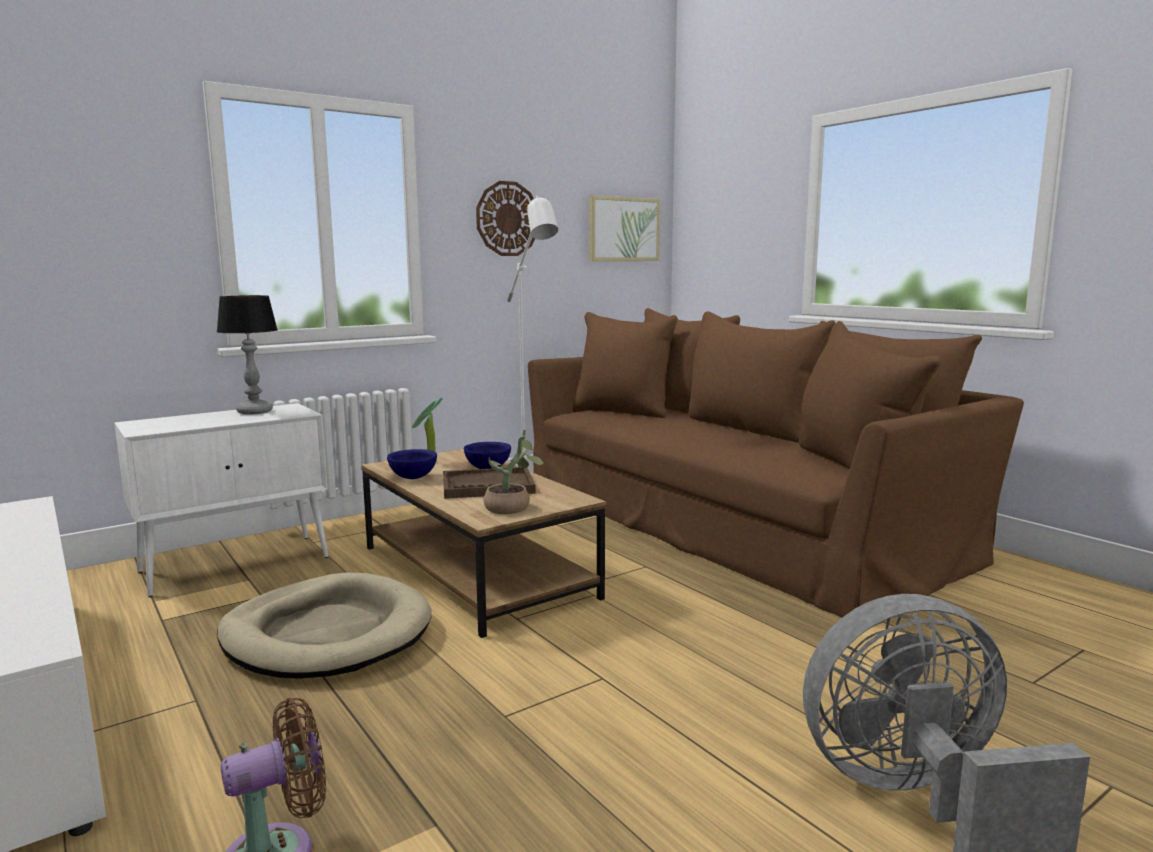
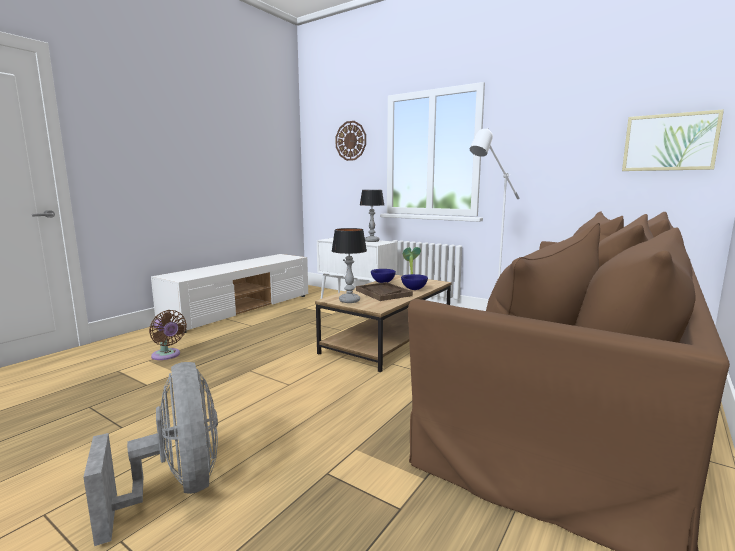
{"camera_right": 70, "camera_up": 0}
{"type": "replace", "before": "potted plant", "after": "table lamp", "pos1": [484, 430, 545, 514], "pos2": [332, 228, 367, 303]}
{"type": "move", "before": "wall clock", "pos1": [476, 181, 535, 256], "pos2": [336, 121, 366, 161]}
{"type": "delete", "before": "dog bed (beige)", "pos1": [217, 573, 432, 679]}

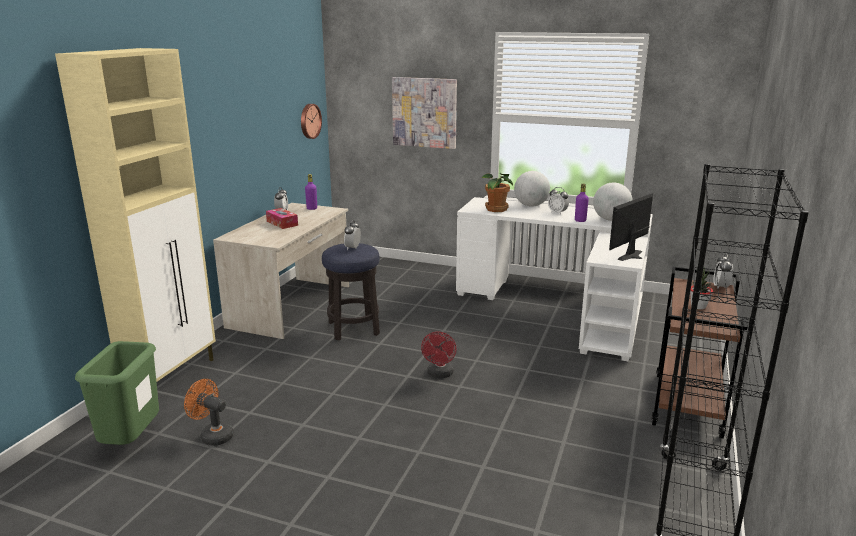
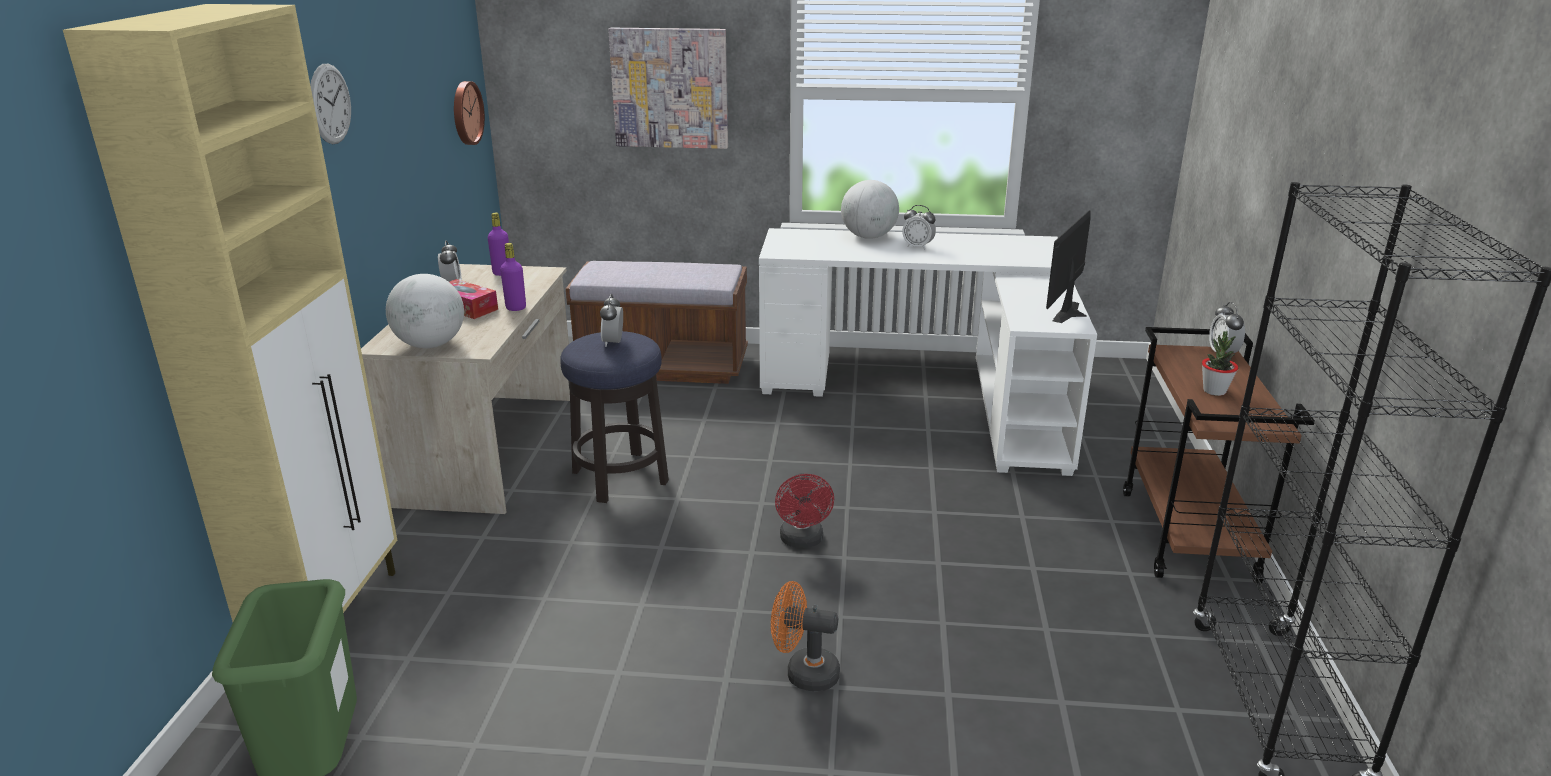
{"camera_right": -15, "camera_up": 5}
{"type": "insert", "after": "wall clock", "pos2": [310, 64, 351, 144]}
{"type": "move", "before": "globe", "pos1": [593, 183, 633, 221], "pos2": [386, 274, 464, 348]}
{"type": "move", "before": "bottle (purple)", "pos1": [575, 184, 589, 222], "pos2": [500, 243, 526, 311]}
{"type": "insert", "after": "bench (brown)", "pos2": [566, 261, 748, 384]}
{"type": "move", "before": "fan (orange)", "pos1": [184, 379, 234, 446], "pos2": [771, 581, 840, 691]}
{"type": "delete", "before": "potted plant", "pos1": [481, 173, 513, 212]}

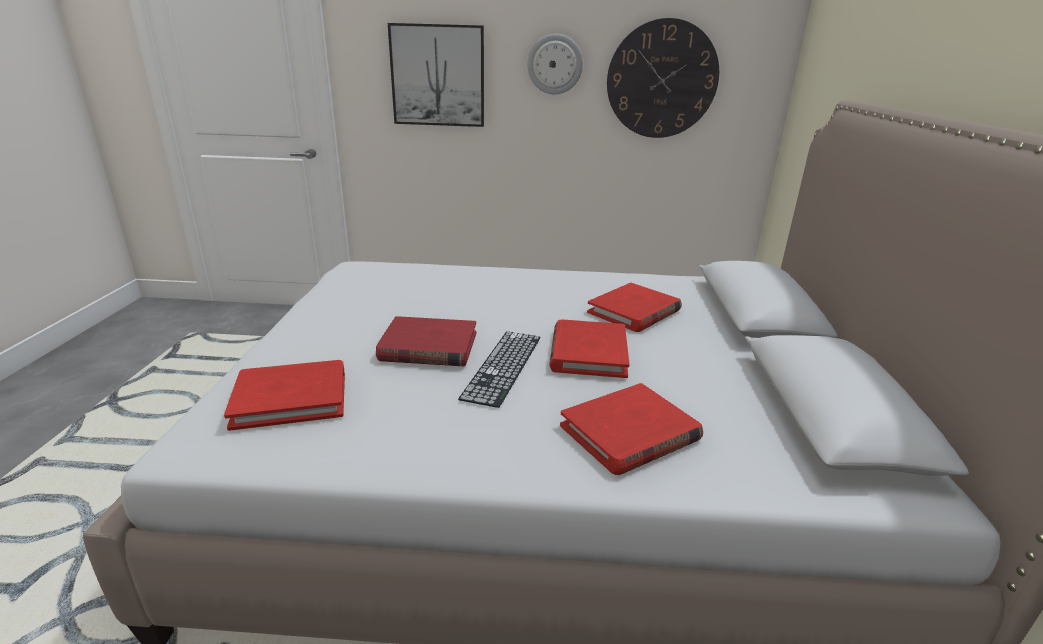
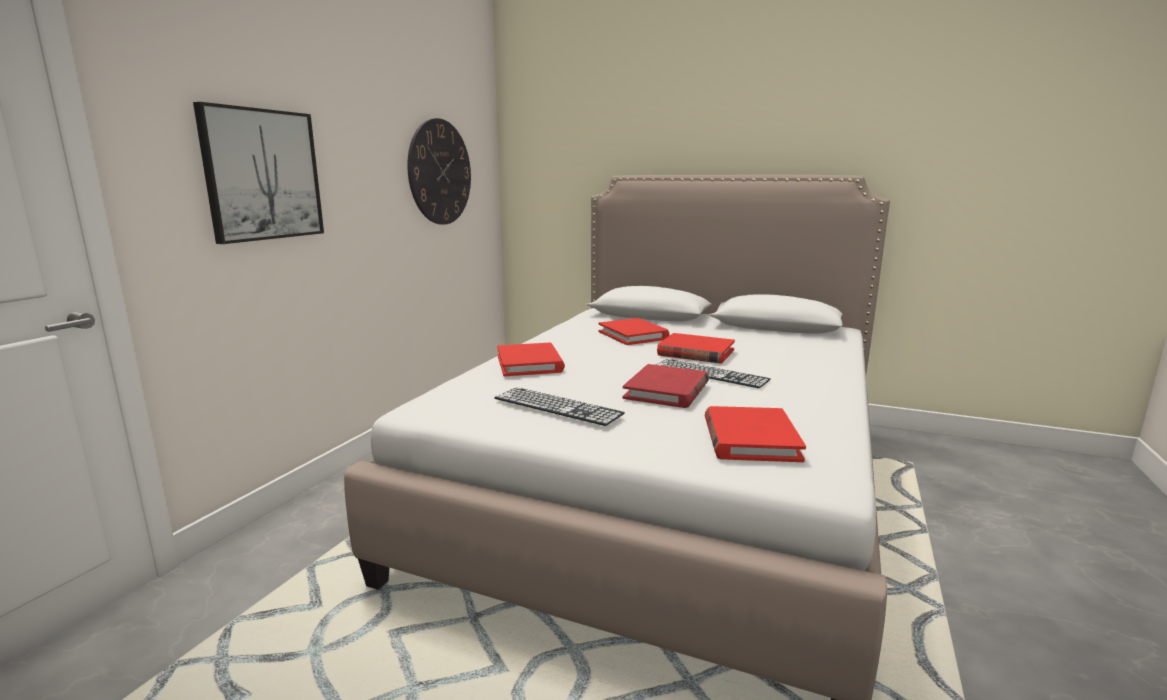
{"camera_right": -70, "camera_up": -10}
{"type": "insert", "after": "keyboard", "pos2": [494, 387, 625, 426]}
{"type": "move", "before": "book (red)", "pos1": [560, 383, 703, 475], "pos2": [497, 343, 565, 376]}
{"type": "delete", "before": "wall clock", "pos1": [527, 34, 583, 94]}

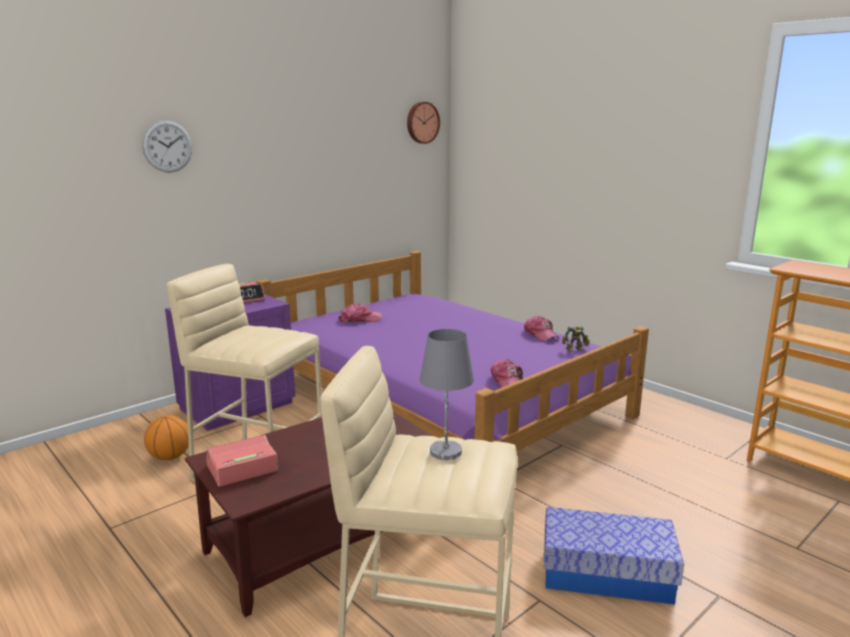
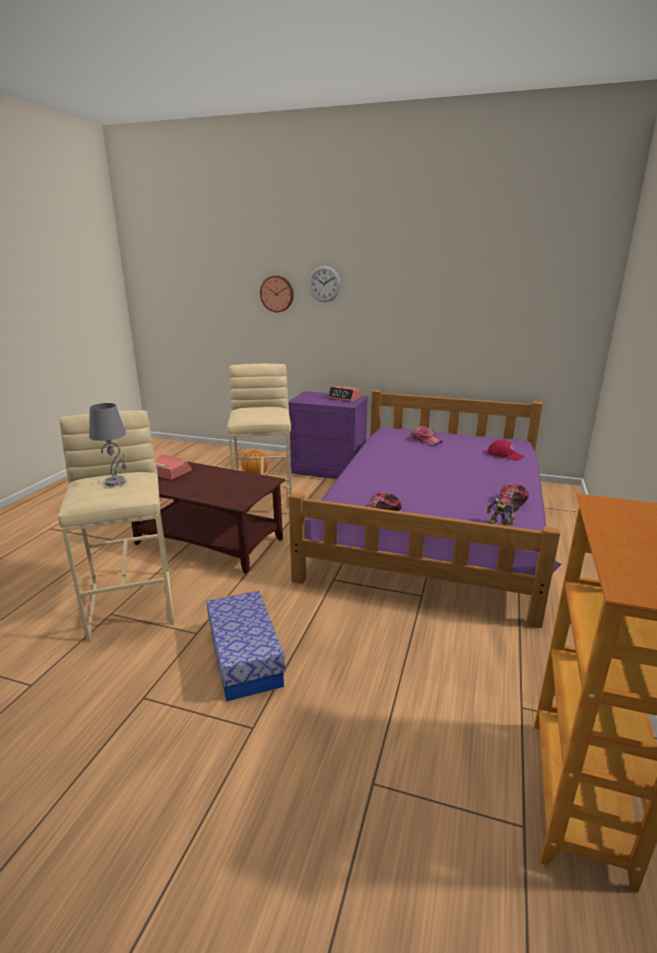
{"camera_right": 60, "camera_up": 5}
{"type": "move", "before": "wall clock", "pos1": [407, 102, 440, 144], "pos2": [260, 276, 294, 312]}
{"type": "insert", "after": "cap (red)", "pos2": [487, 440, 525, 461]}

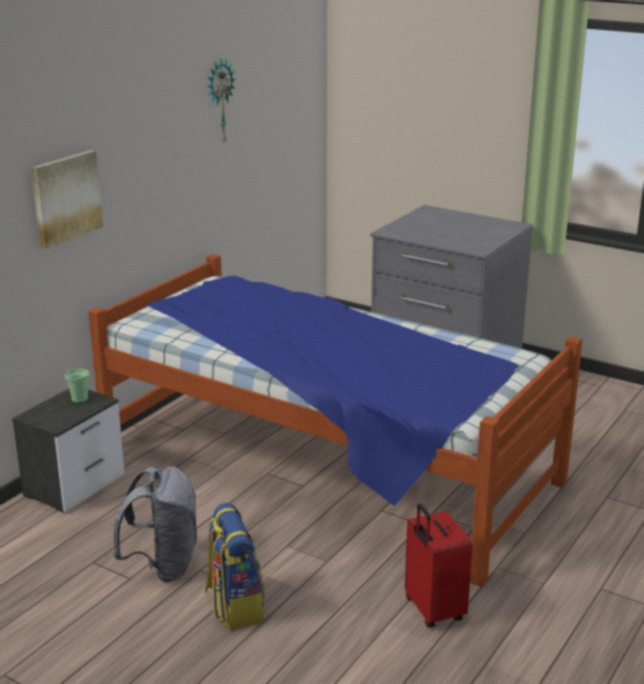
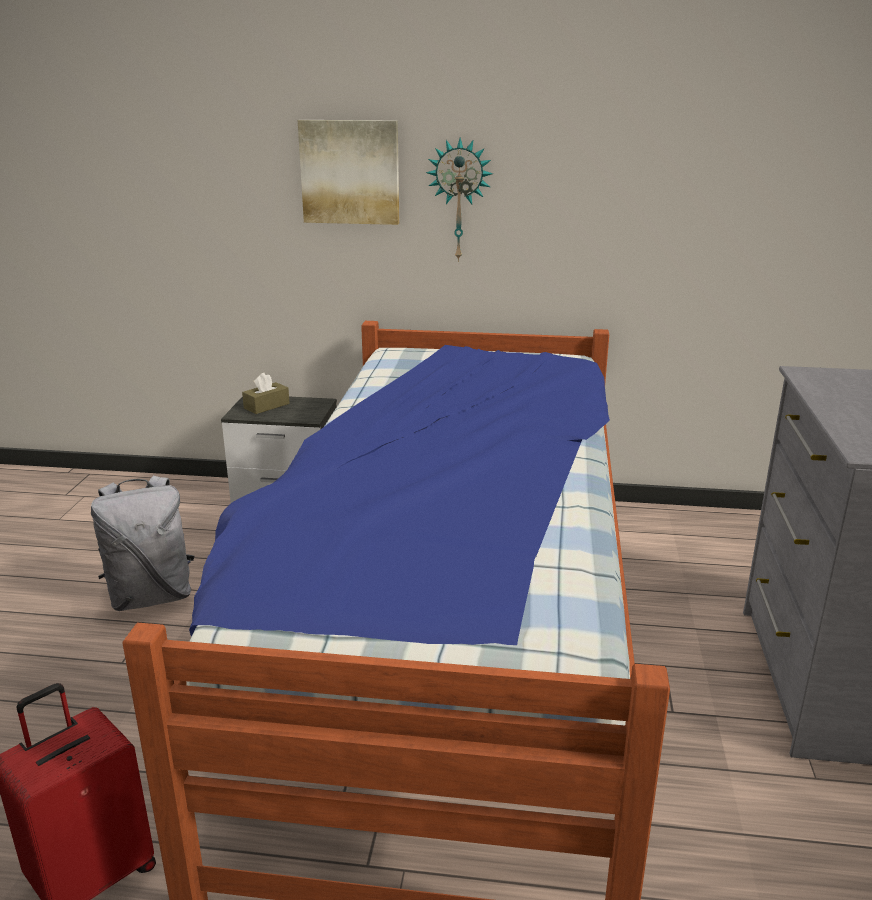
{"camera_right": 65, "camera_up": 0}
{"type": "insert", "after": "tissue box (brown)", "pos2": [242, 373, 290, 414]}
{"type": "move", "before": "wall clock", "pos1": [207, 59, 236, 142], "pos2": [426, 137, 493, 262]}
{"type": "delete", "before": "cup", "pos1": [65, 368, 89, 403]}
{"type": "delete", "before": "backpack", "pos1": [205, 503, 265, 630]}

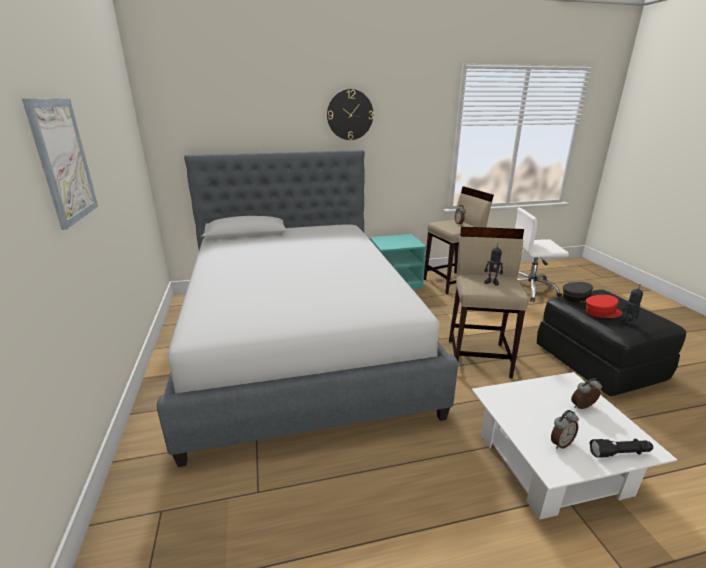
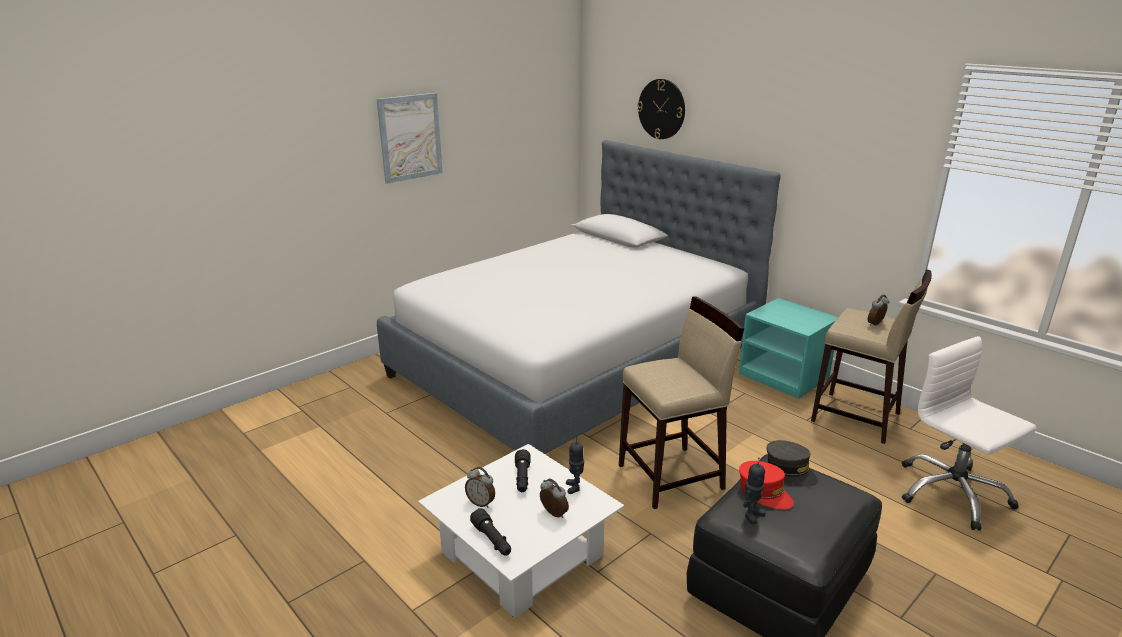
{"camera_right": 60, "camera_up": 0}
{"type": "insert", "after": "flashlight (black)", "pos2": [515, 449, 531, 492]}
{"type": "move", "before": "toy robot", "pos1": [484, 246, 503, 286], "pos2": [566, 436, 584, 494]}
{"type": "move", "before": "wall clock", "pos1": [327, 89, 373, 140], "pos2": [637, 79, 685, 139]}

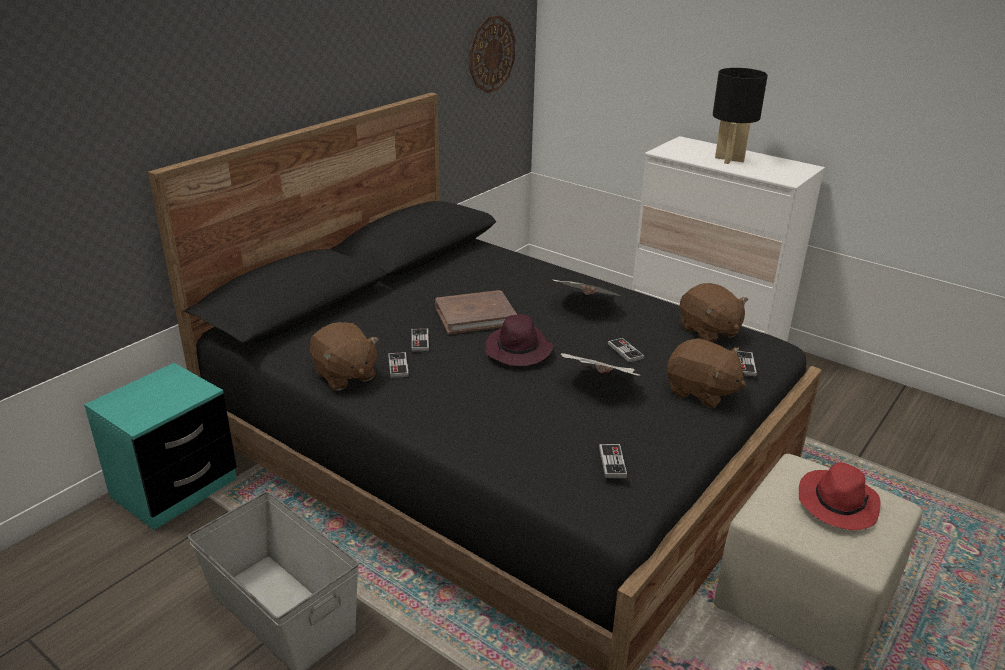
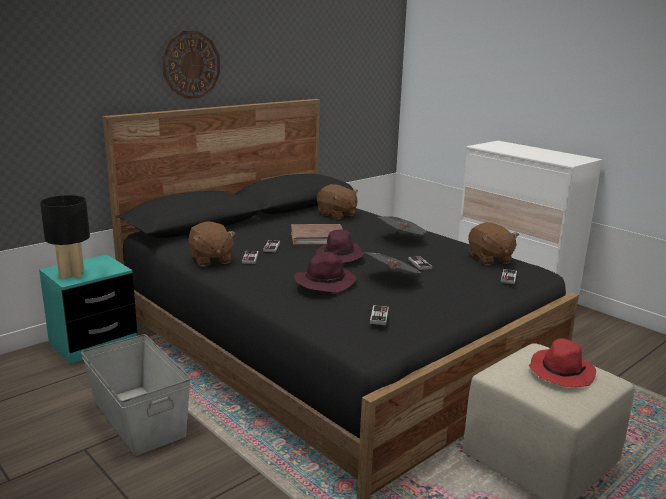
{"camera_right": 10, "camera_up": -10}
{"type": "move", "before": "table lamp (black)", "pos1": [713, 68, 768, 164], "pos2": [40, 195, 90, 279]}
{"type": "move", "before": "wall clock", "pos1": [470, 15, 516, 93], "pos2": [162, 31, 220, 99]}
{"type": "insert", "after": "hat (purple)", "pos2": [294, 252, 356, 293]}
{"type": "move", "before": "plush toy (brown)", "pos1": [667, 338, 746, 408], "pos2": [317, 184, 358, 219]}

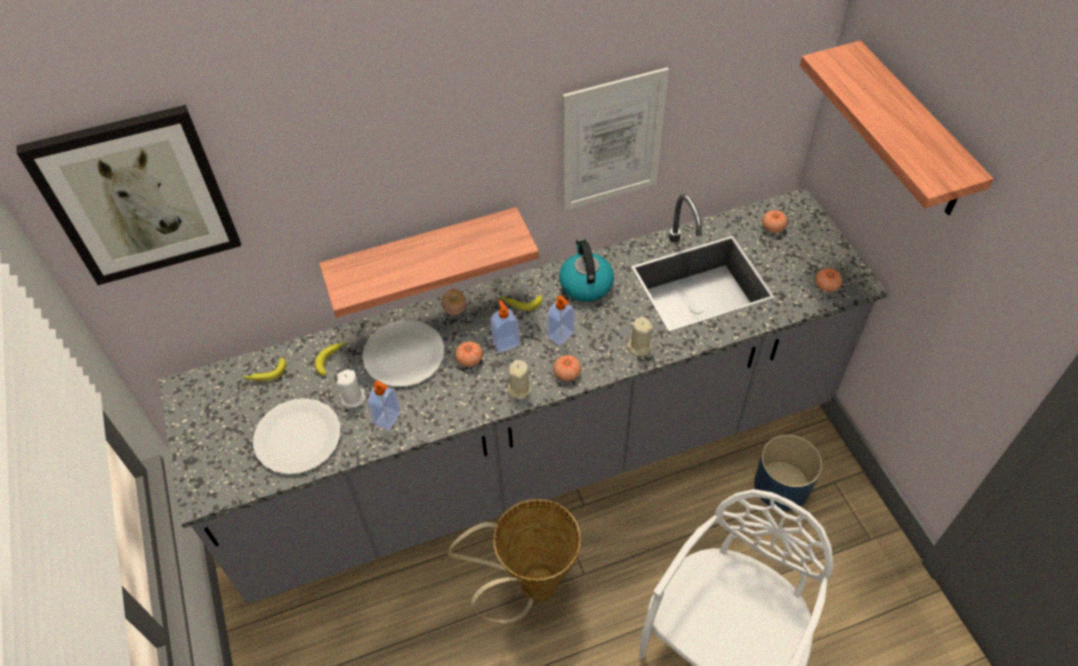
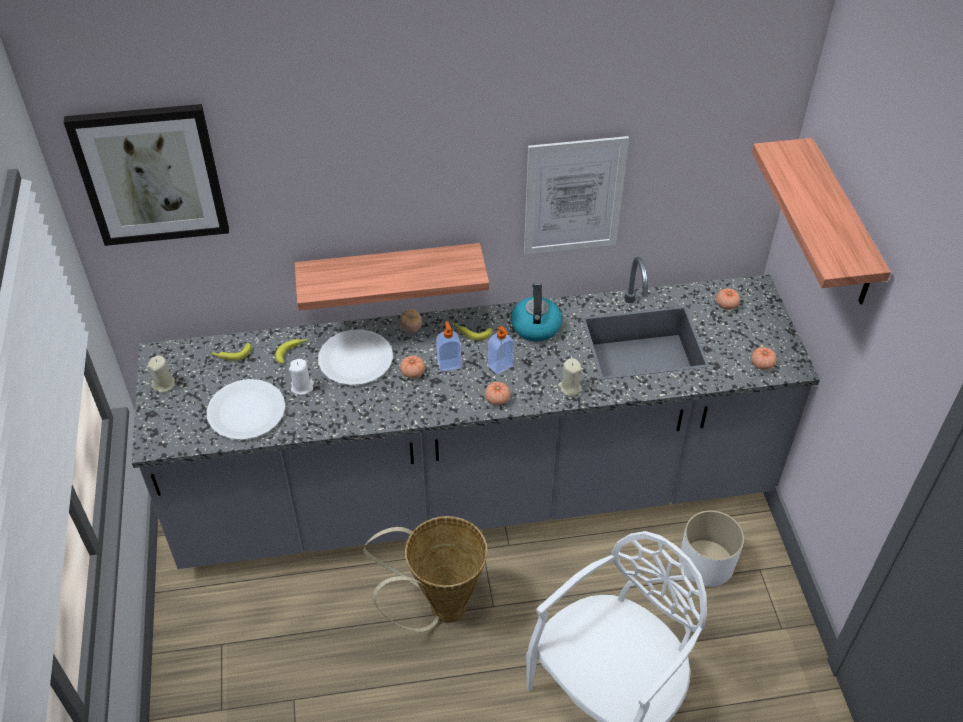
{"camera_right": 10, "camera_up": -5}
{"type": "move", "before": "candle (beige)", "pos1": [507, 360, 532, 400], "pos2": [148, 355, 175, 393]}
{"type": "recolor", "before": "planter (blue)", "after": "planter (white)", "pos1": [754, 435, 822, 510], "pos2": [679, 510, 744, 587]}
{"type": "delete", "before": "soap dispenser", "pos1": [368, 380, 401, 430]}

